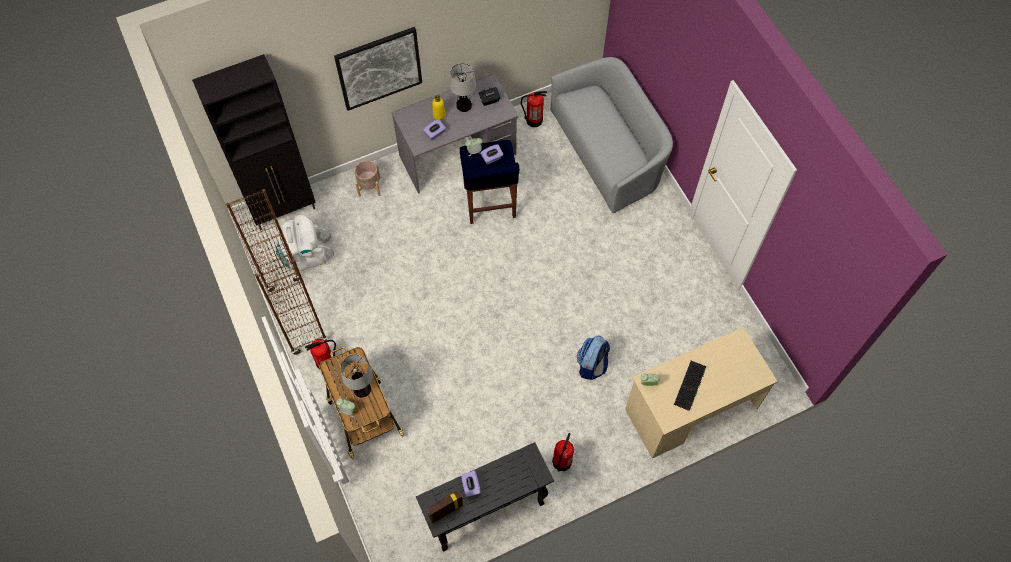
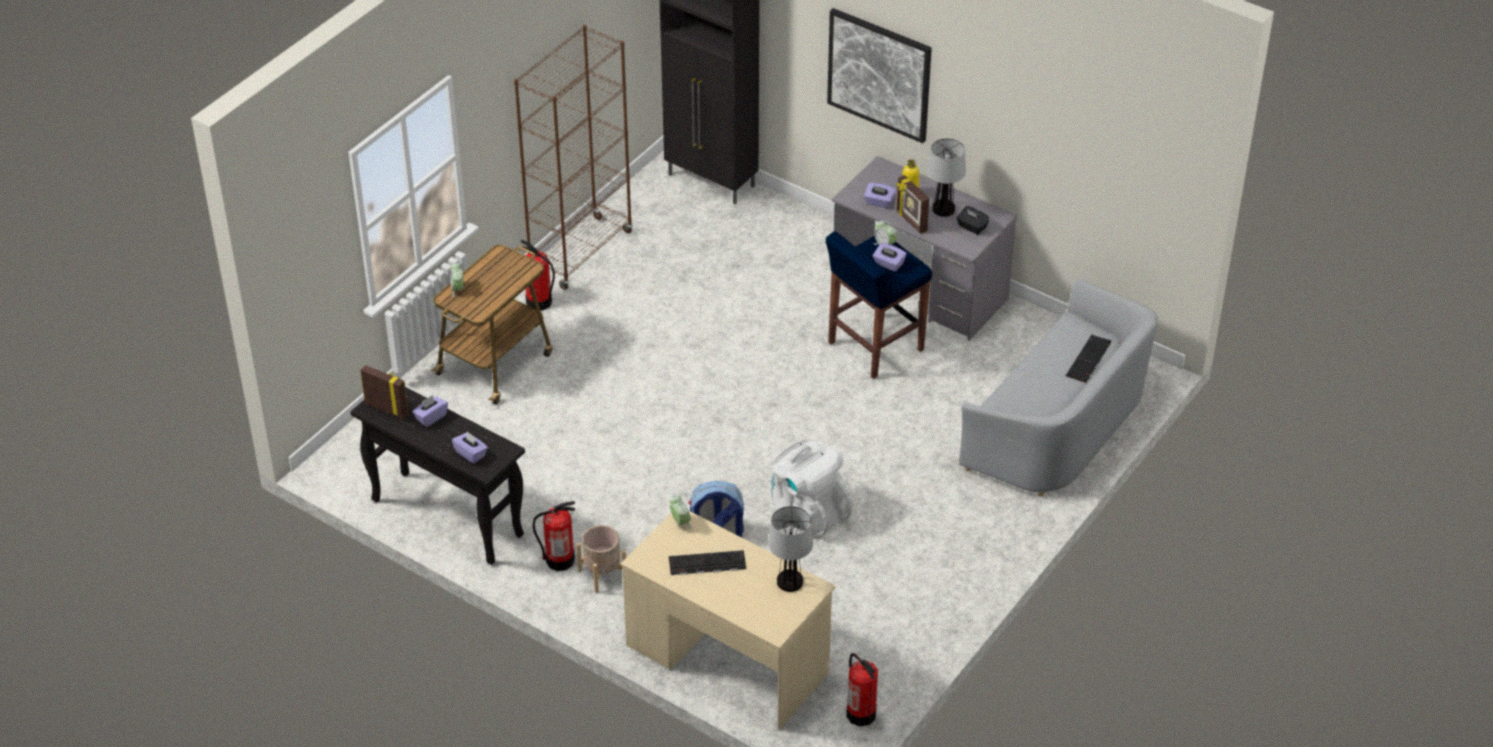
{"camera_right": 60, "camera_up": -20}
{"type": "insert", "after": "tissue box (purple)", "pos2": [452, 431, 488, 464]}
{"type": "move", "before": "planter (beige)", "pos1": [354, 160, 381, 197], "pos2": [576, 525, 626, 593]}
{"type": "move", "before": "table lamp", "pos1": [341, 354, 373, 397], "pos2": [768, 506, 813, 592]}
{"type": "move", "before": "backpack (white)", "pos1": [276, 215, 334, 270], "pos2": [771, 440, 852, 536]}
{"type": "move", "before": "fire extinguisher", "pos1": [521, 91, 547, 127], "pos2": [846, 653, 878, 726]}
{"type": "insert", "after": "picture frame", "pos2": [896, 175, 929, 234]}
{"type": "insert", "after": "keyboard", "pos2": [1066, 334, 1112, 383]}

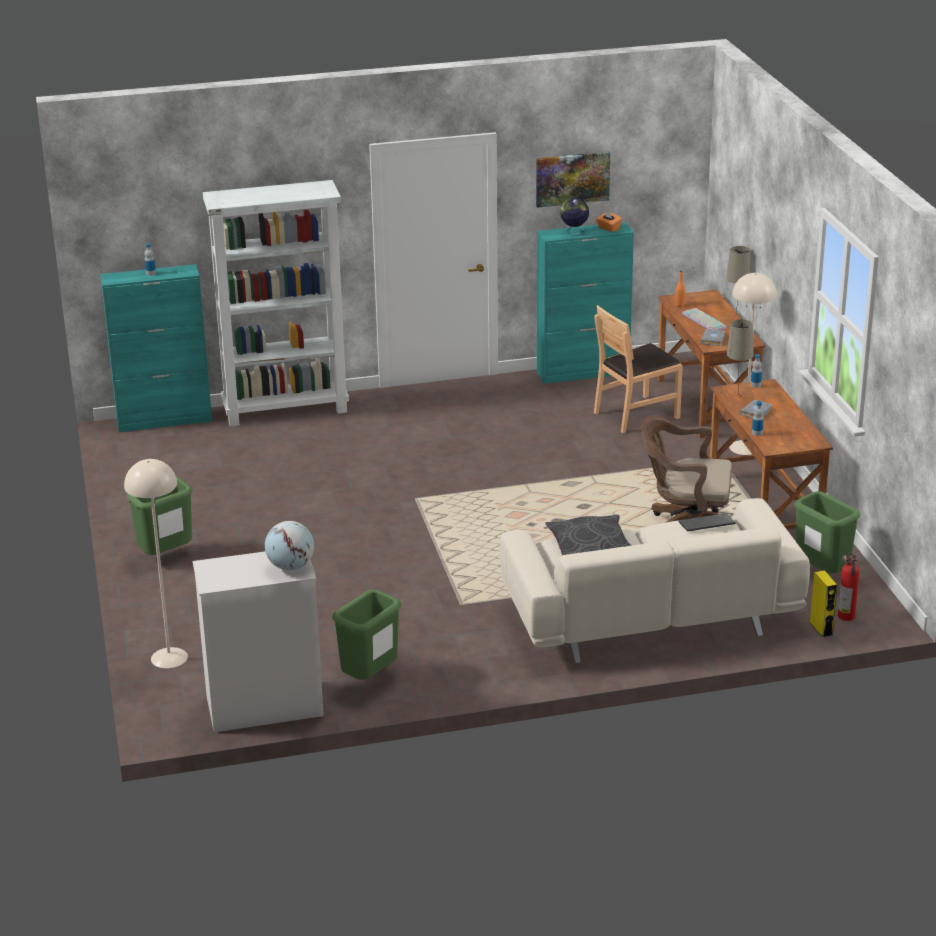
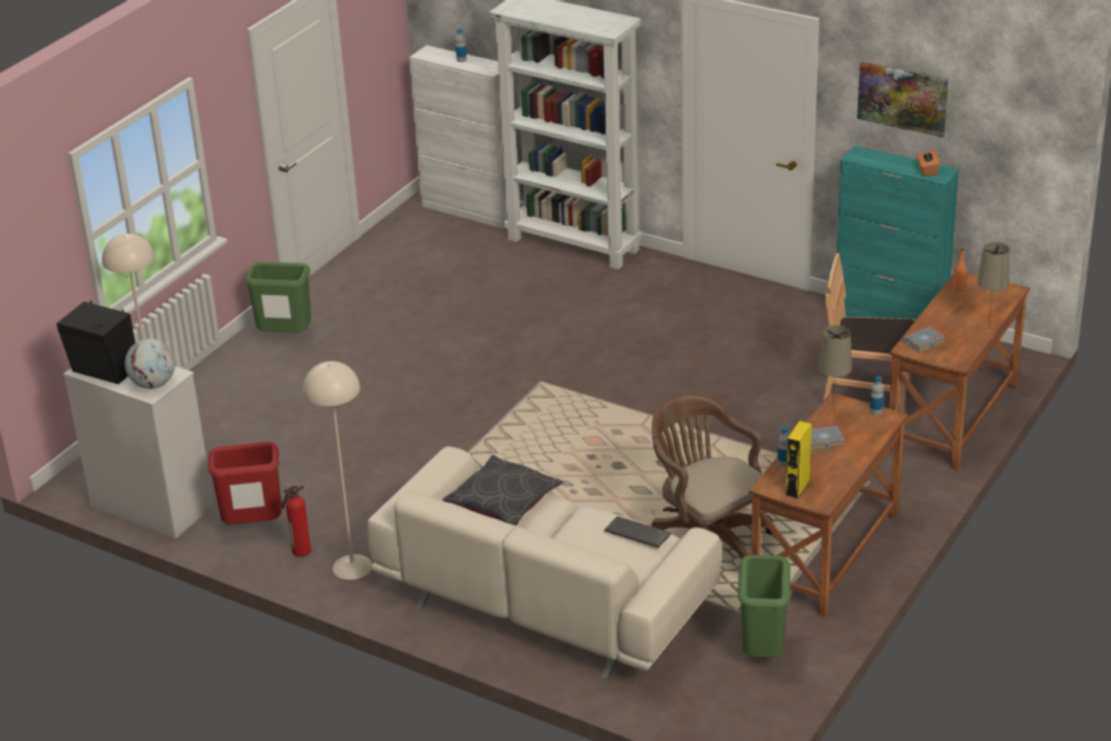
{"camera_right": 45, "camera_up": 5}
{"type": "insert", "after": "speaker (black)", "pos2": [57, 301, 135, 384]}
{"type": "recolor", "before": "trash can (green)", "after": "trash can (red)", "pos1": [332, 589, 401, 680], "pos2": [208, 442, 282, 524]}
{"type": "move", "before": "fire extinguisher", "pos1": [838, 552, 860, 621], "pos2": [282, 485, 311, 557]}
{"type": "move", "before": "floor lamp (beige)", "pos1": [729, 273, 776, 455], "pos2": [303, 361, 372, 580]}
{"type": "recolor", "before": "cabinet (turquoise)", "after": "cabinet (white)", "pos1": [100, 264, 212, 432], "pos2": [409, 45, 507, 228]}
{"type": "move", "before": "speaker (yellow)", "pos1": [809, 570, 837, 638], "pos2": [785, 421, 812, 499]}
{"type": "delete", "before": "globe", "pos1": [560, 198, 589, 236]}
{"type": "delete", "before": "keyboard", "pos1": [682, 308, 727, 330]}

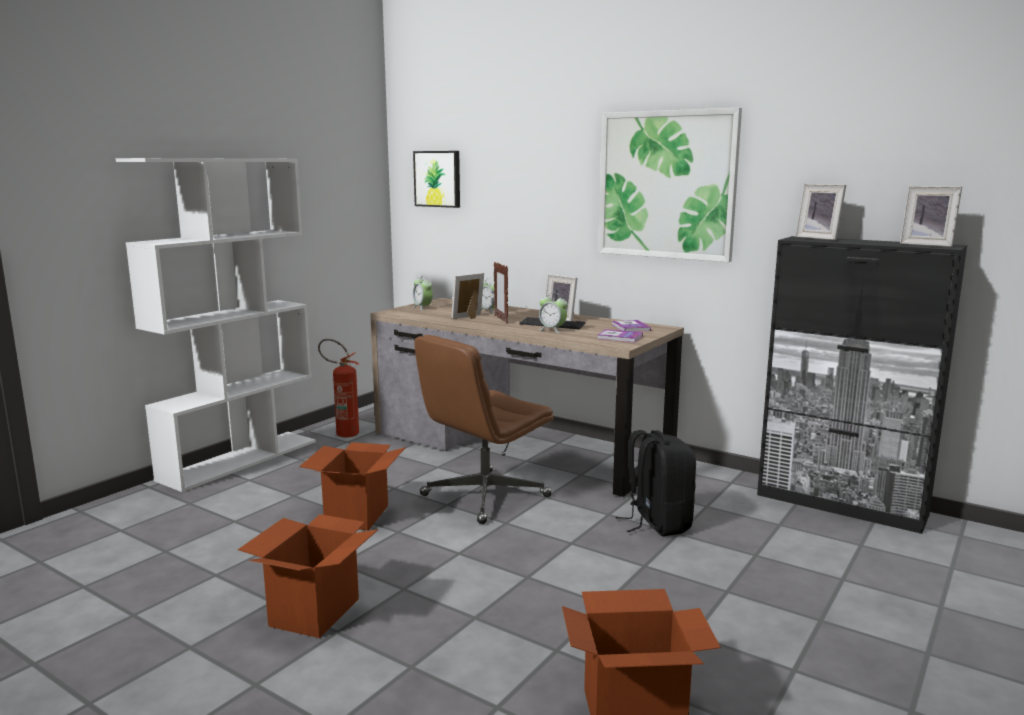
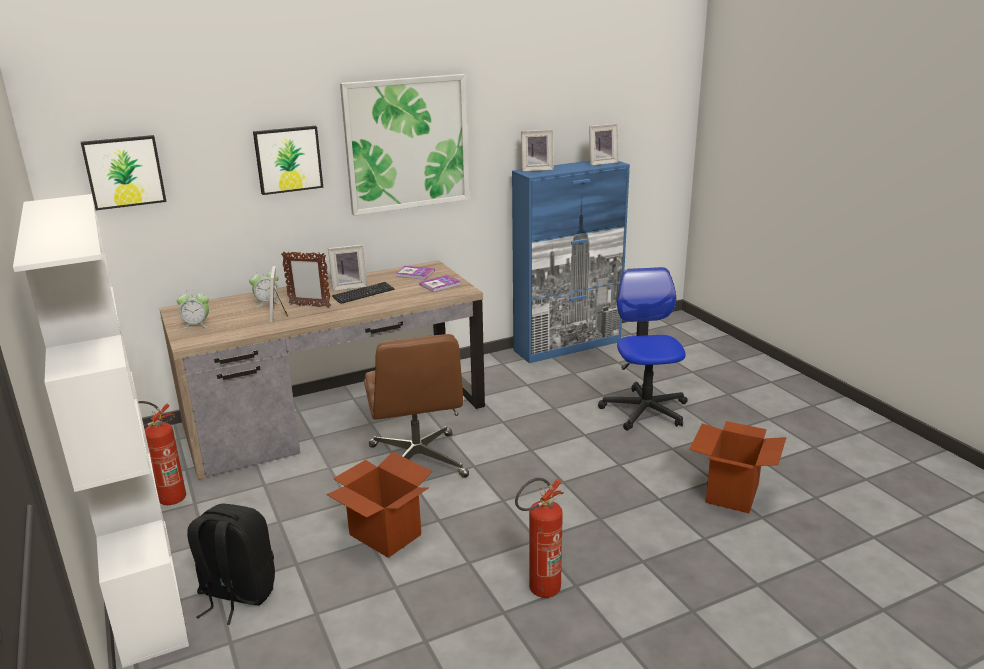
{"camera_right": -60, "camera_up": 10}
{"type": "move", "before": "backpack (black)", "pos1": [616, 430, 696, 536], "pos2": [187, 504, 275, 625]}
{"type": "insert", "after": "picture", "pos2": [253, 126, 323, 195]}
{"type": "recolor", "before": "cabinet (black)", "after": "cabinet (blue)", "pos1": [757, 236, 967, 534], "pos2": [512, 161, 630, 363]}
{"type": "replace", "before": "cardboard box", "after": "fire extinguisher", "pos1": [238, 514, 378, 638], "pos2": [515, 478, 564, 598]}
{"type": "insert", "after": "office chair", "pos2": [598, 267, 688, 430]}
{"type": "delete", "before": "alarm clock", "pos1": [539, 293, 568, 333]}

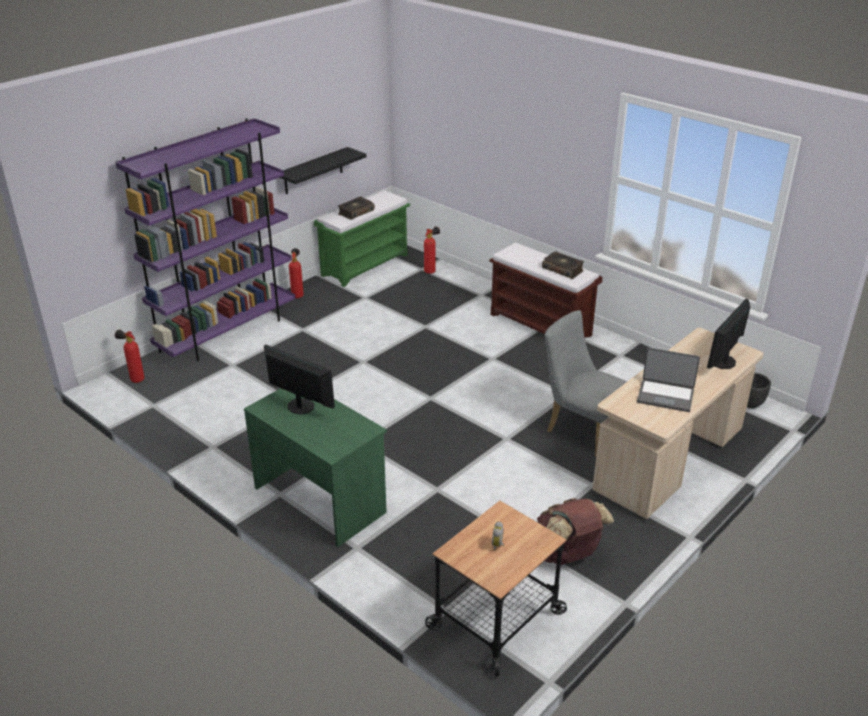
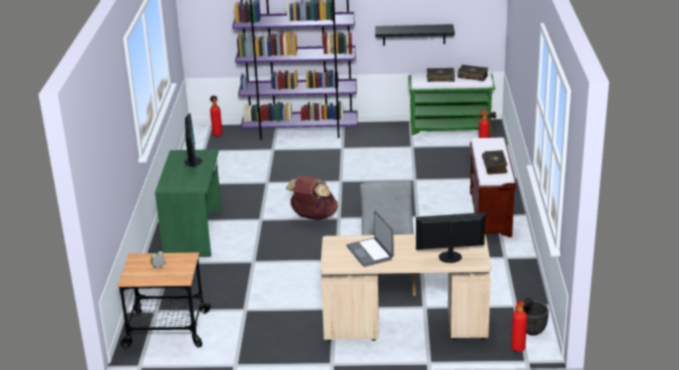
{"camera_right": 50, "camera_up": -5}
{"type": "move", "before": "backpack (brown)", "pos1": [537, 498, 614, 565], "pos2": [285, 176, 338, 220]}
{"type": "insert", "after": "book", "pos2": [458, 65, 488, 81]}
{"type": "move", "before": "fire extinguisher", "pos1": [289, 248, 304, 298], "pos2": [511, 297, 534, 352]}

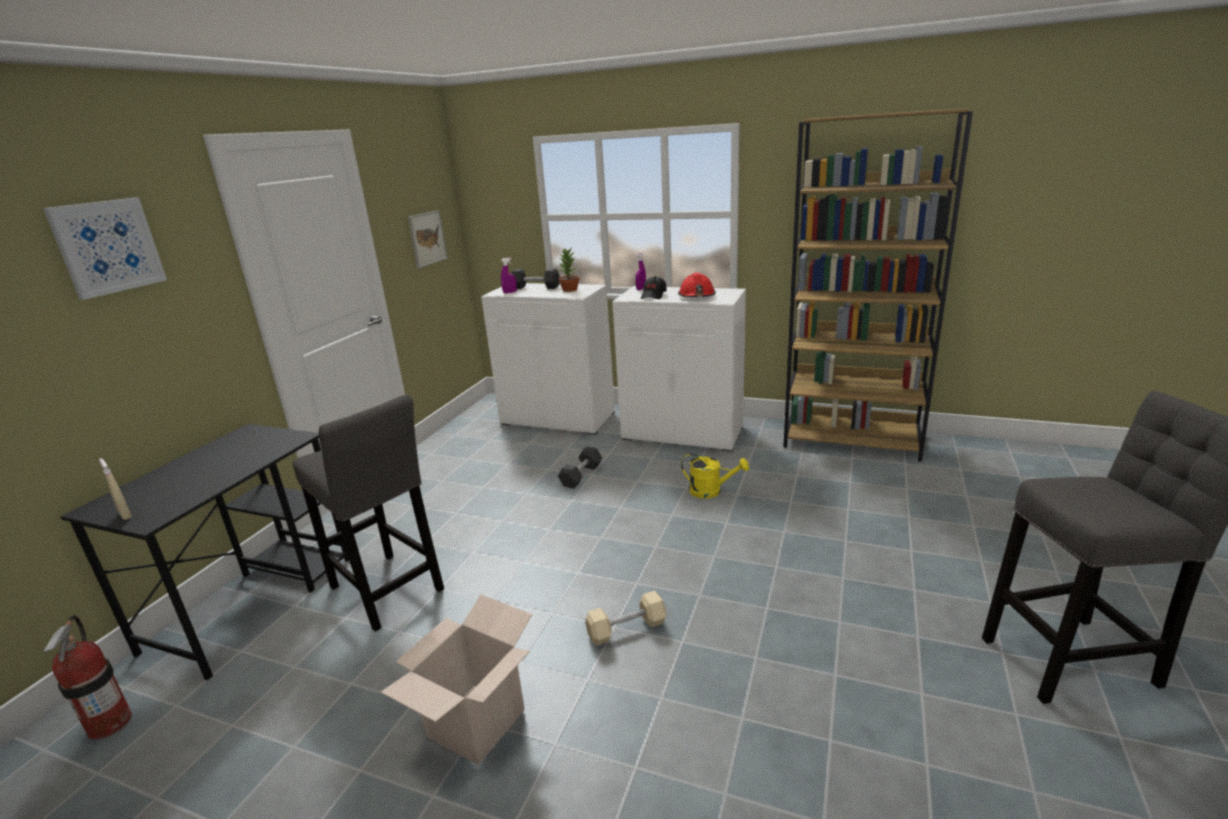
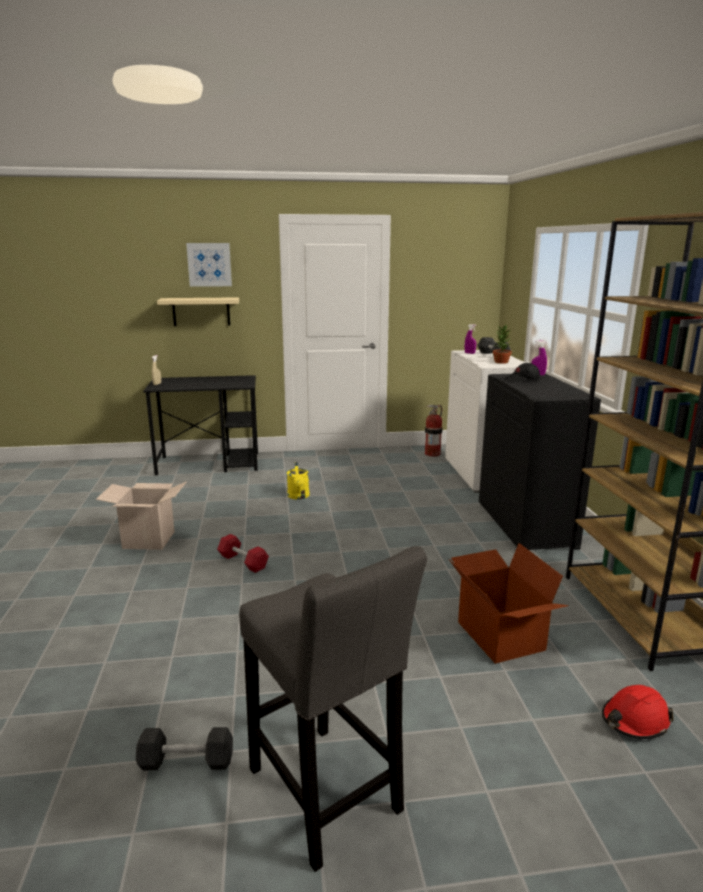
{"camera_right": 60, "camera_up": -5}
{"type": "move", "before": "dumbbell (black)", "pos1": [558, 446, 602, 488], "pos2": [136, 727, 233, 770]}
{"type": "insert", "after": "shelf (beige)", "pos2": [157, 297, 239, 326]}
{"type": "recolor", "before": "dumbbell (beige)", "after": "dumbbell (red)", "pos1": [585, 591, 667, 646], "pos2": [217, 534, 269, 573]}
{"type": "move", "before": "watering can (yellow)", "pos1": [681, 453, 749, 499], "pos2": [287, 462, 309, 500]}
{"type": "move", "before": "fire extinguisher", "pos1": [43, 615, 132, 740], "pos2": [425, 405, 442, 457]}
{"type": "insert", "after": "cardboard box", "pos2": [449, 543, 569, 664]}
{"type": "recolor", "before": "cabinet (white)", "after": "cabinet (black)", "pos1": [612, 286, 746, 452], "pos2": [479, 373, 601, 550]}
{"type": "move", "before": "hard hat (red)", "pos1": [678, 273, 716, 297], "pos2": [602, 685, 673, 739]}
{"type": "delete", "before": "stool (grey)", "pos1": [293, 395, 444, 632]}
{"type": "delete", "before": "picture", "pos1": [408, 210, 448, 268]}

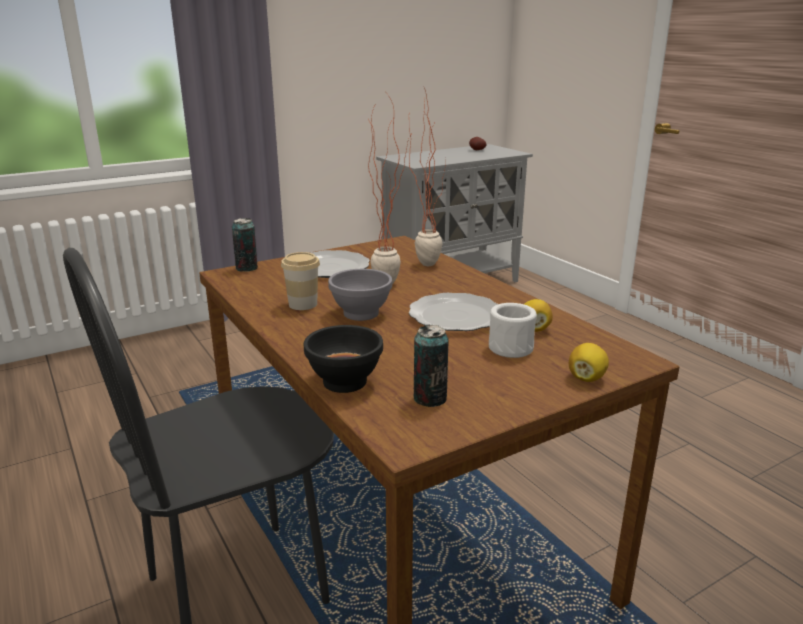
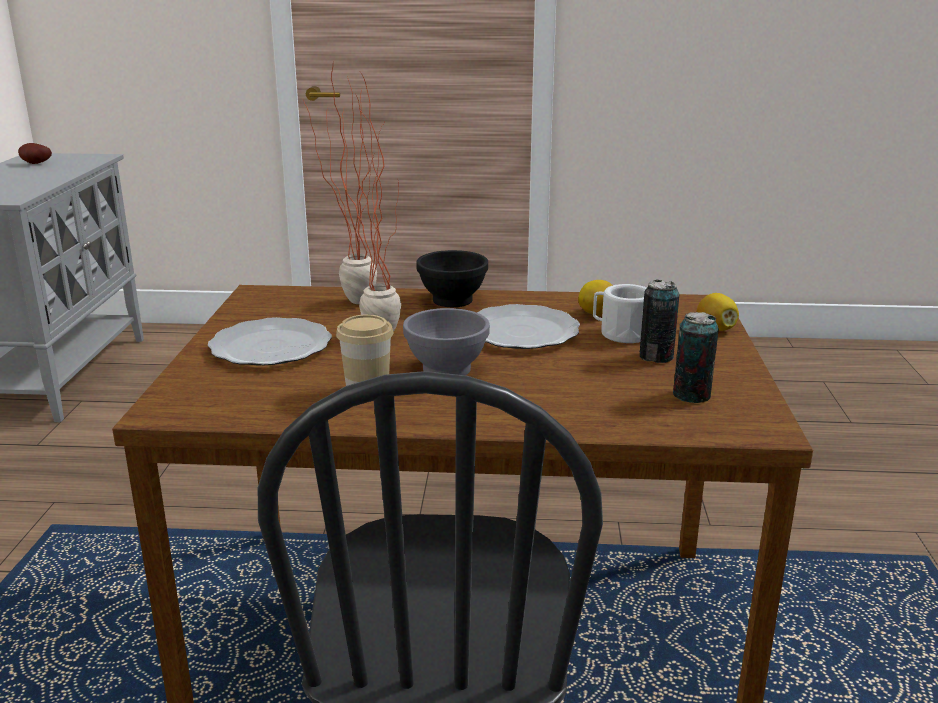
{"camera_right": -55, "camera_up": 0}
{"type": "move", "before": "bowl (black)", "pos1": [304, 325, 383, 393], "pos2": [416, 250, 488, 307]}
{"type": "move", "before": "can", "pos1": [232, 218, 258, 272], "pos2": [640, 280, 680, 363]}

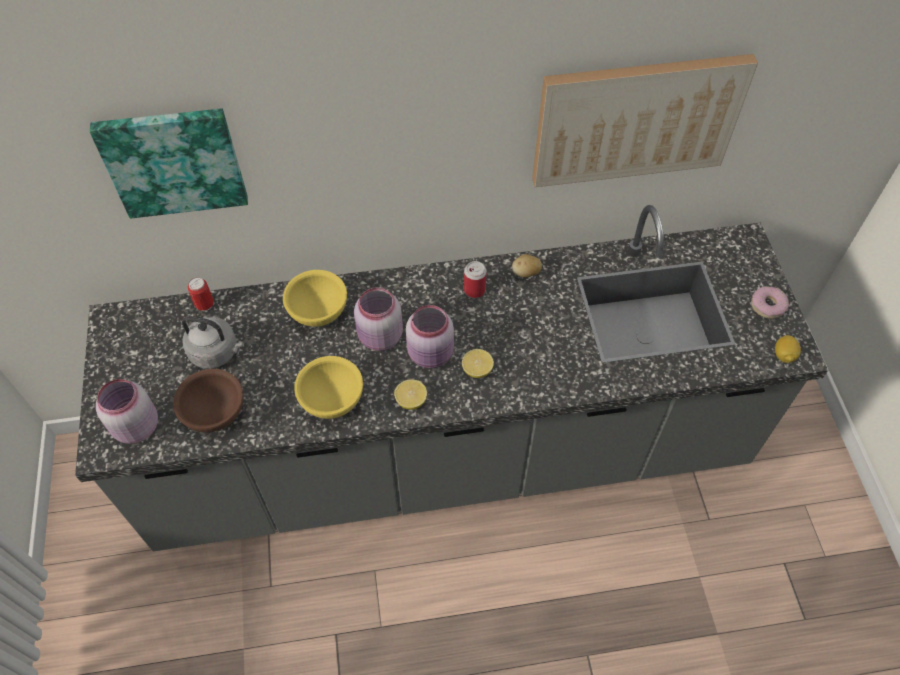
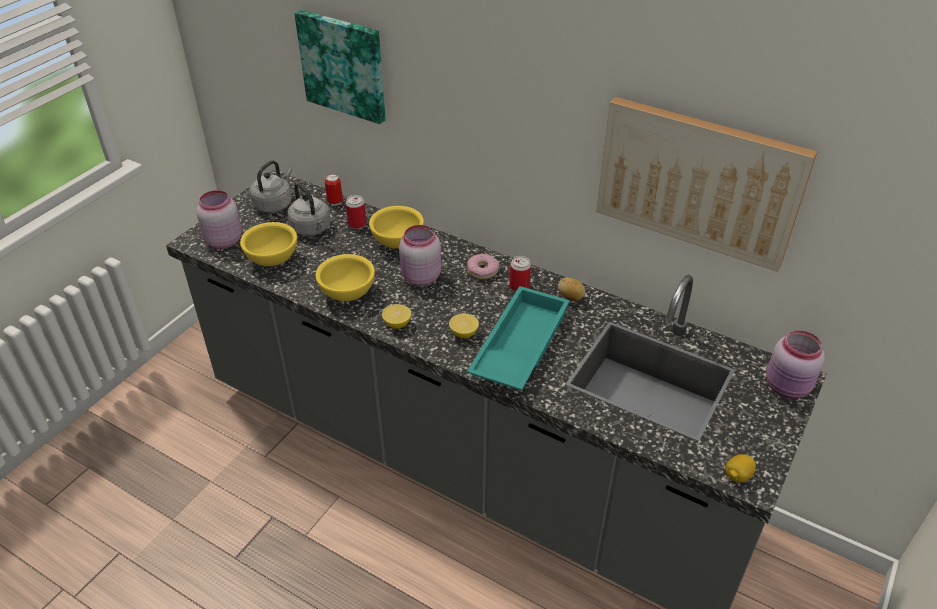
{"camera_right": 40, "camera_up": -15}
{"type": "recolor", "before": "bowl (brown)", "after": "bowl (yellow)", "pos1": [173, 369, 243, 432], "pos2": [240, 222, 297, 266]}
{"type": "insert", "after": "kettle (grey)", "pos2": [249, 160, 292, 213]}
{"type": "insert", "after": "can", "pos2": [346, 195, 367, 229]}
{"type": "move", "before": "donut", "pos1": [751, 286, 789, 319], "pos2": [467, 254, 499, 279]}
{"type": "insert", "after": "tray (turquoise)", "pos2": [467, 286, 570, 390]}
{"type": "move", "before": "jar (pink)", "pos1": [406, 305, 454, 369], "pos2": [766, 330, 825, 399]}

